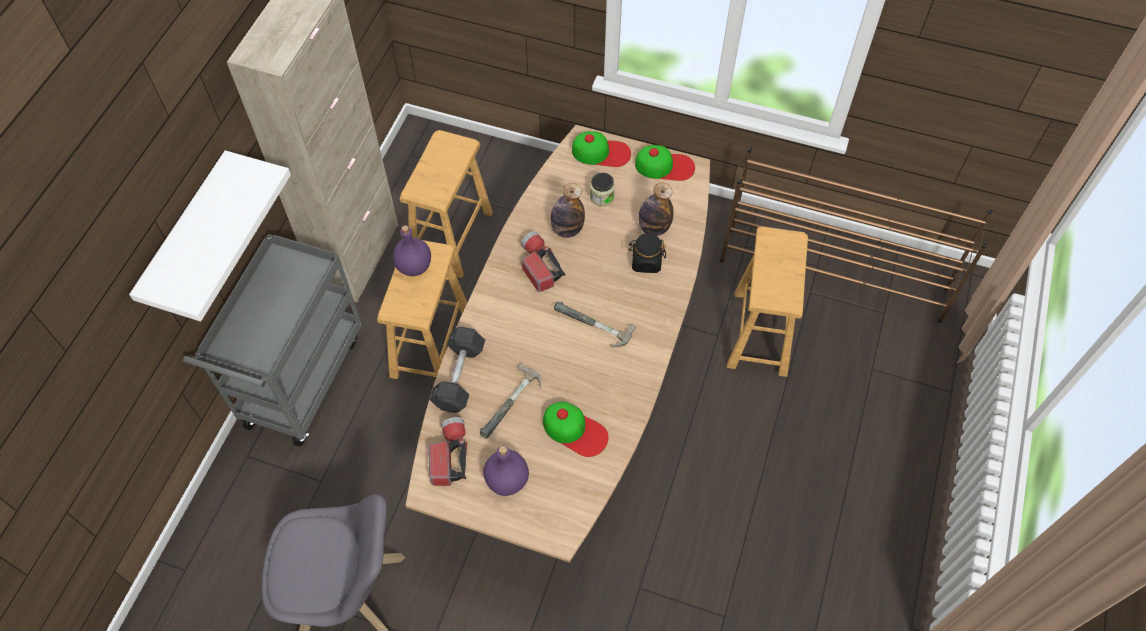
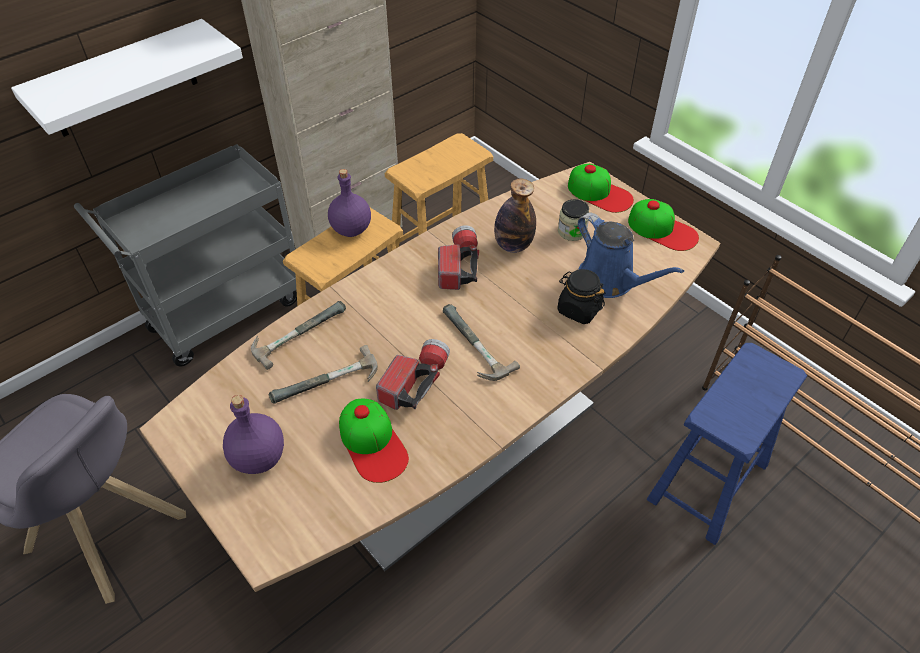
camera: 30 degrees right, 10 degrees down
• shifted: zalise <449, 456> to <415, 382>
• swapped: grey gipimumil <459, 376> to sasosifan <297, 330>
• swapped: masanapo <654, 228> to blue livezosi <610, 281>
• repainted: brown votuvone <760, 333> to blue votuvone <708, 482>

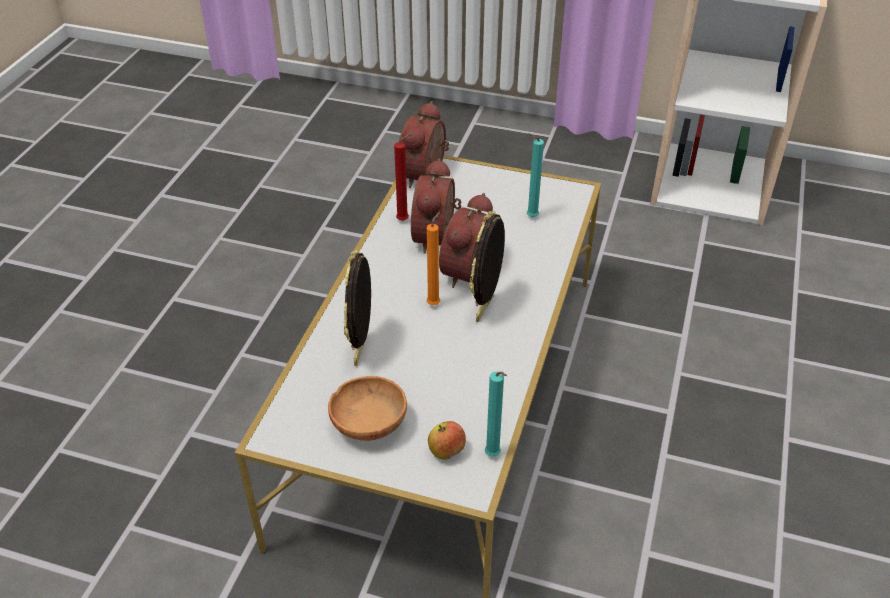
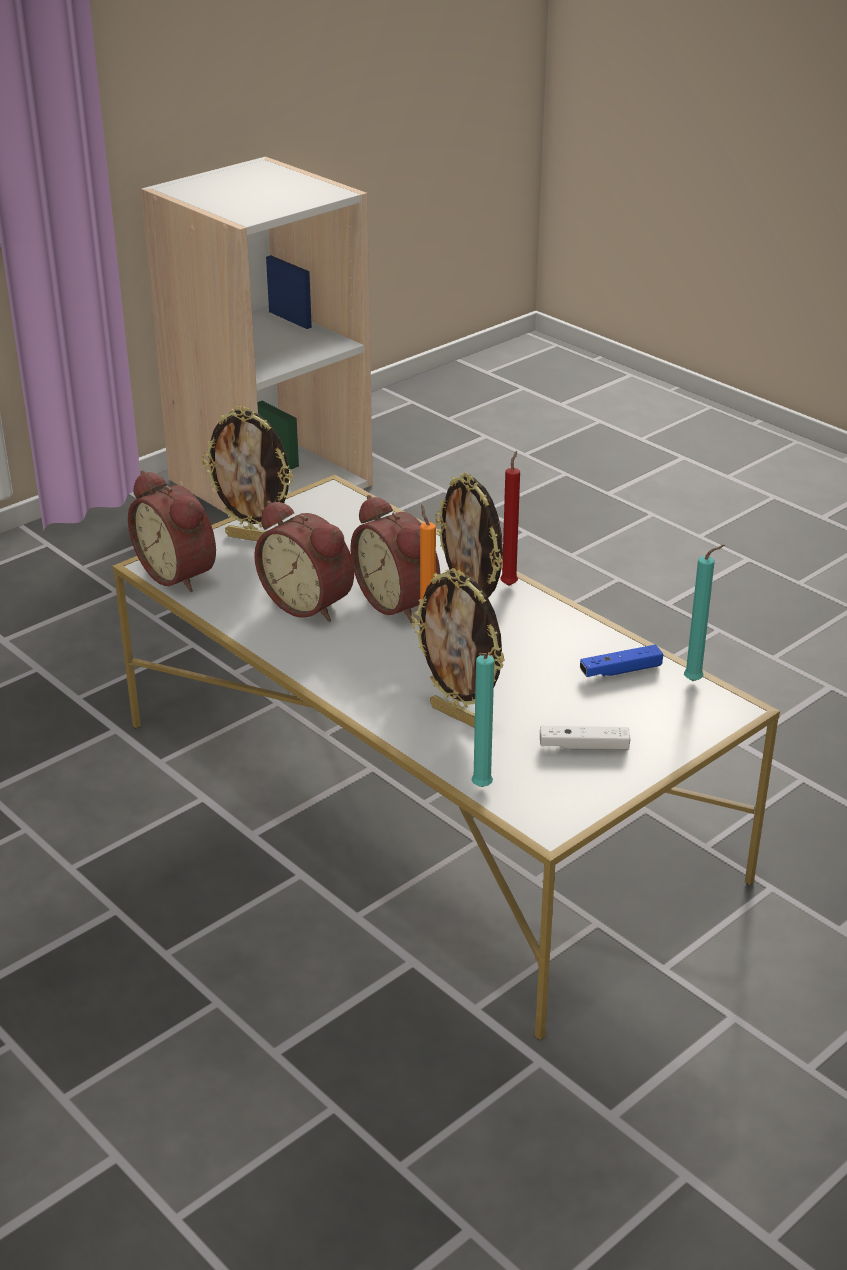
camera: 60 degrees left, 10 degrees down
• gone: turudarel <446, 451>
• new: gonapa <253, 538>
• new: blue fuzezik <620, 670>
• shifted: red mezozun <404, 220> to <509, 584>
• shifted: turquoise mezozun <530, 217> to <480, 789>
• swapped: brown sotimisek <369, 423> to white fuzezik <584, 747>

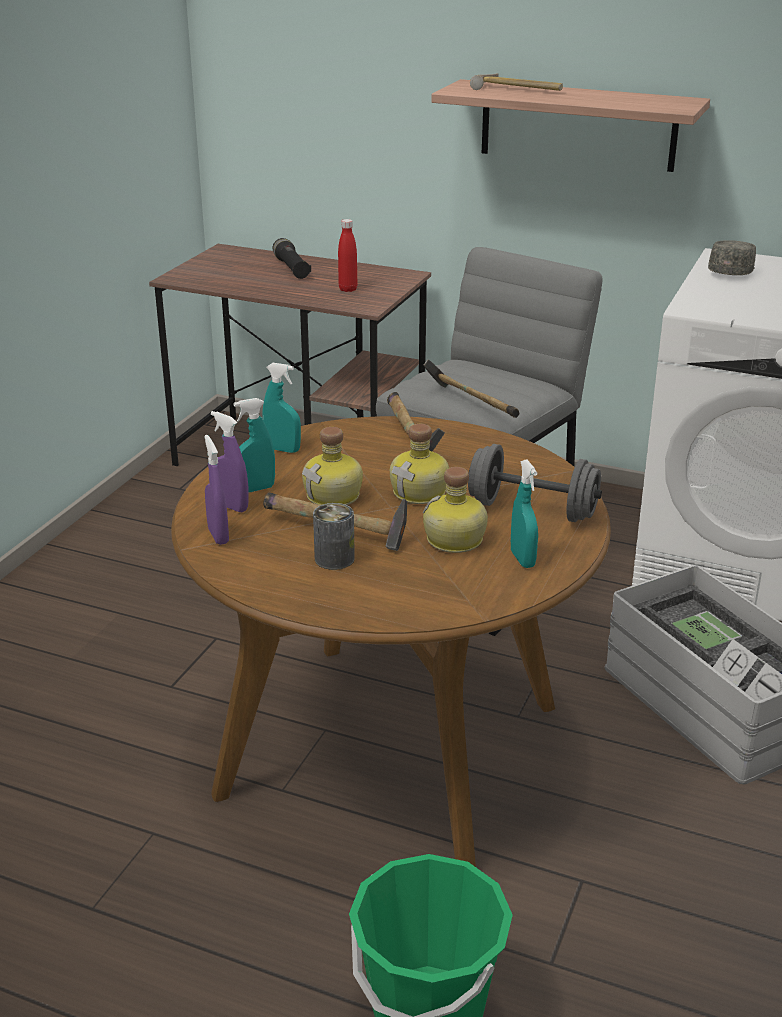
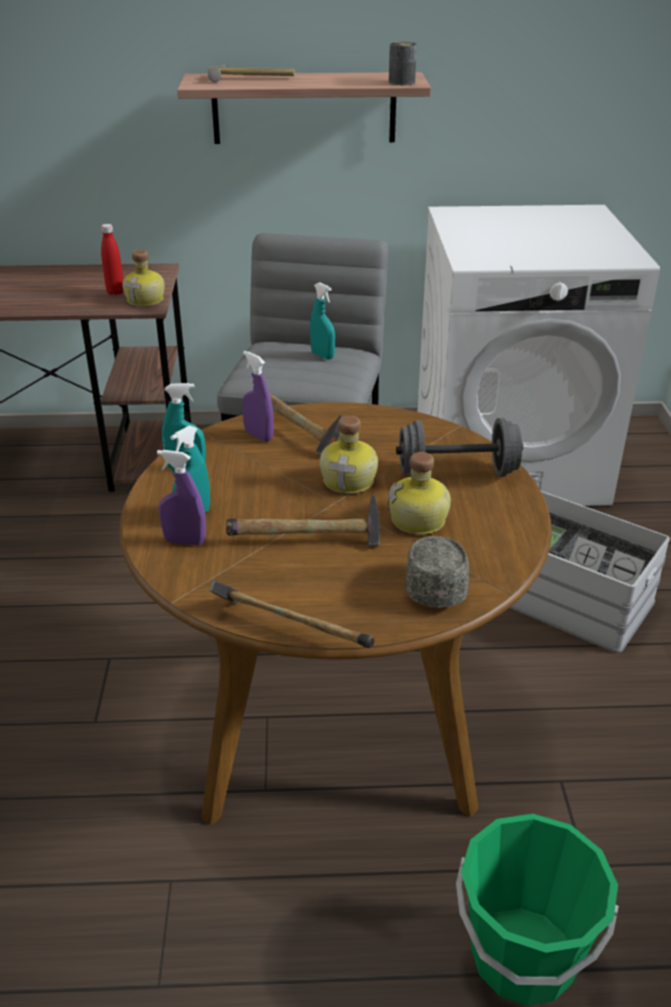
camera: 25 degrees left, 5 degrees up
• gone: black zalise <291, 268>
• shifted: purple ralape <218, 536> to <258, 436>
• shifted: masanapo <335, 496> to <146, 300>
• shifted: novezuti <334, 559> to <401, 82>
• shifted: sasosifan <470, 404> to <288, 629>
• shifted: turquoise ralape <522, 559> to <322, 355>
• shifted: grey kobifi <732, 271> to <435, 583>

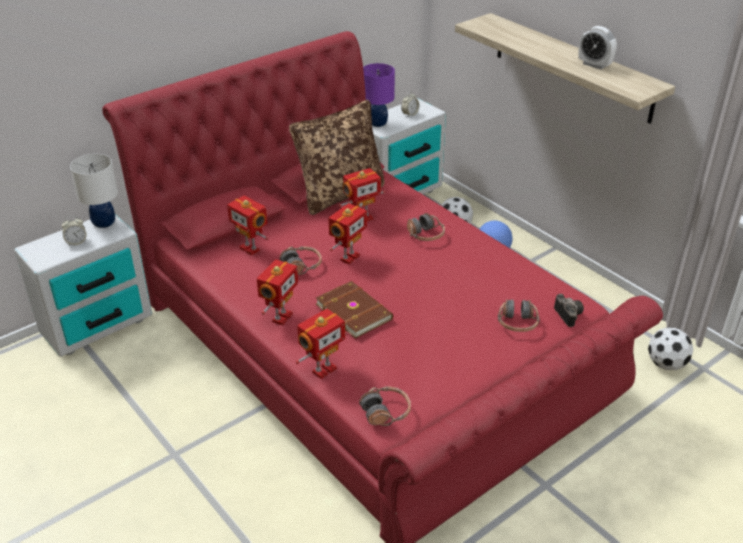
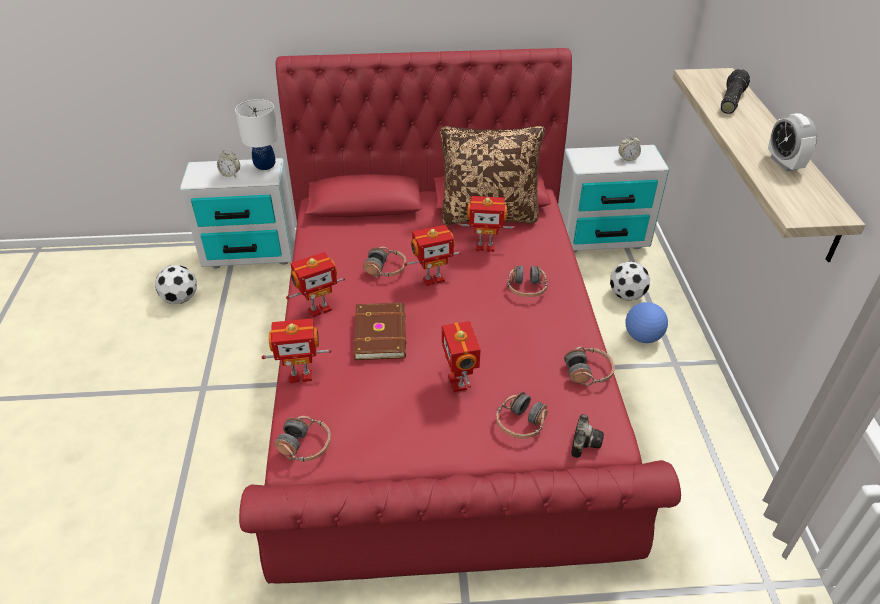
camera: 35 degrees right, 5 degrees up
• gone: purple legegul <377, 123>
• new: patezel <588, 372>
• new: zalise <730, 100>
• shifted: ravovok <250, 248> to <459, 382>
• shifted: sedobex <666, 364> to <180, 299>

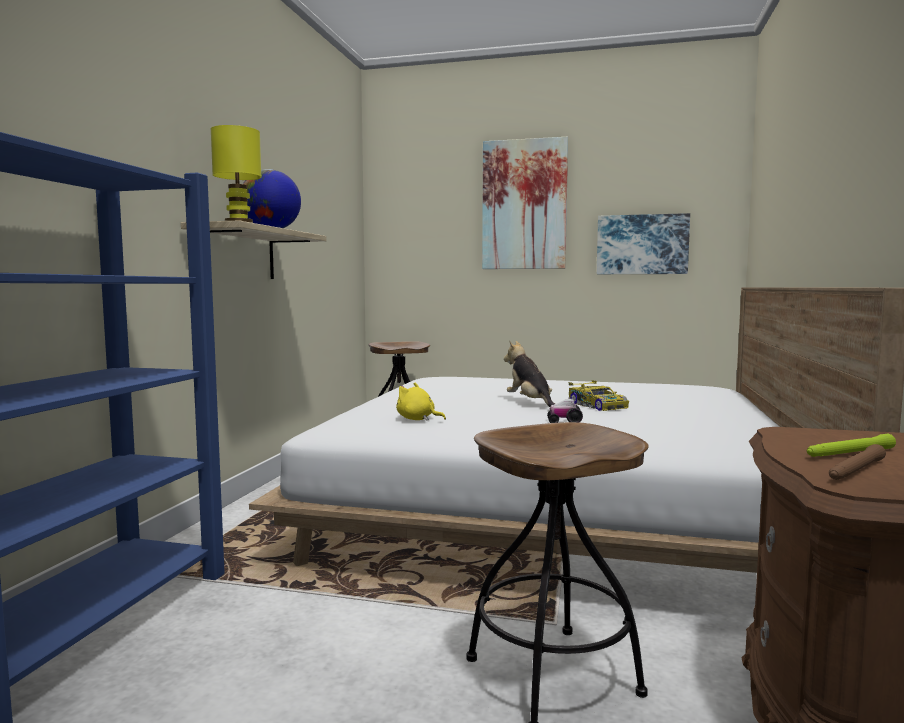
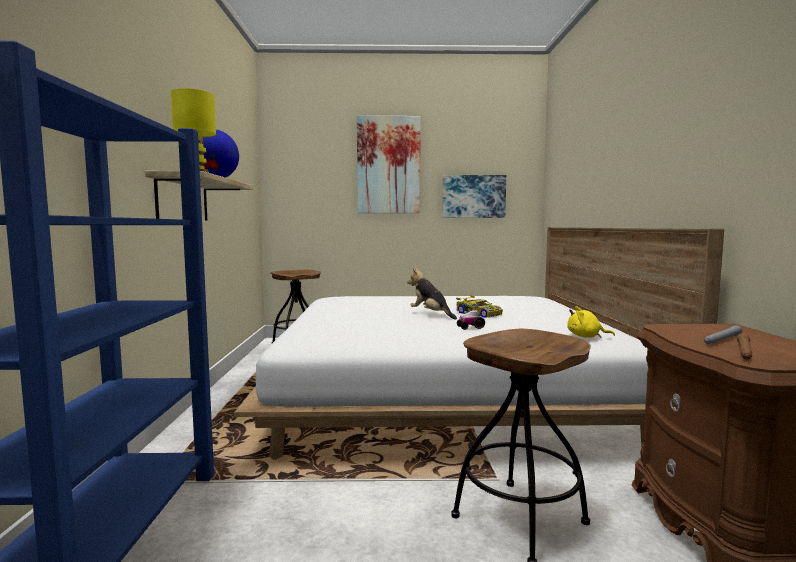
camera: 15 degrees left, 0 degrees up
• shifted: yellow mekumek <417, 419> to <586, 337>
• repainted: green zalise <849, 453> to grey zalise <721, 340>

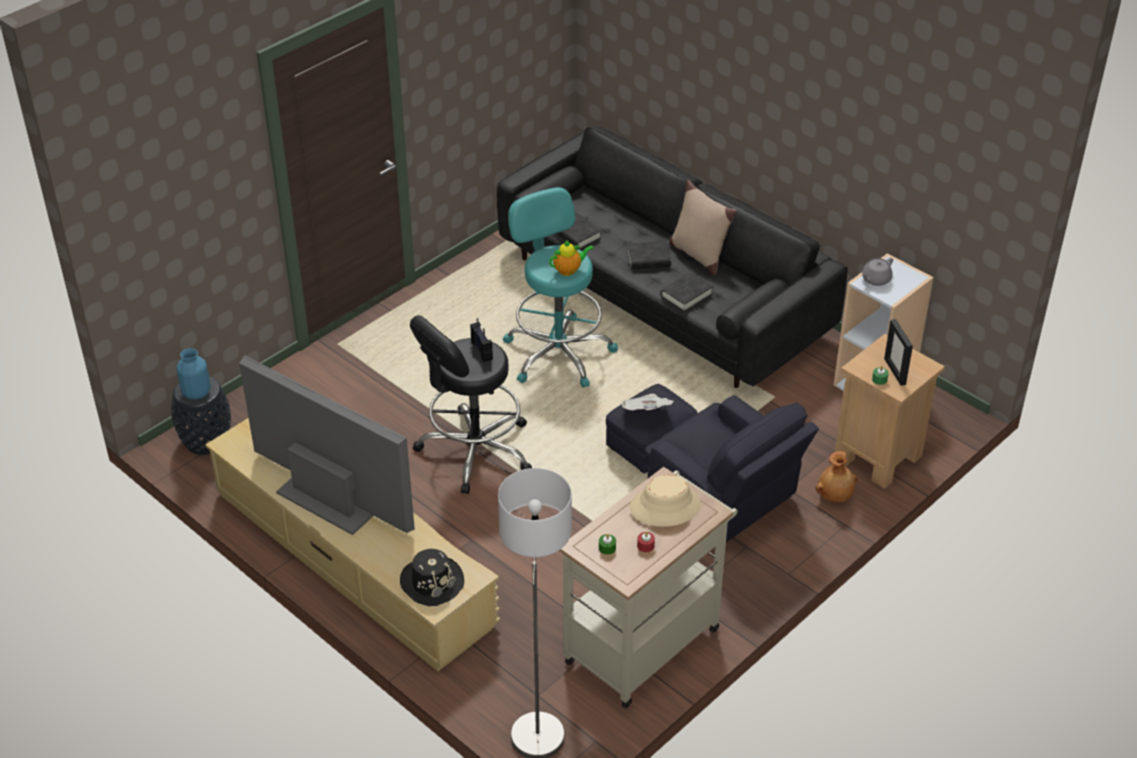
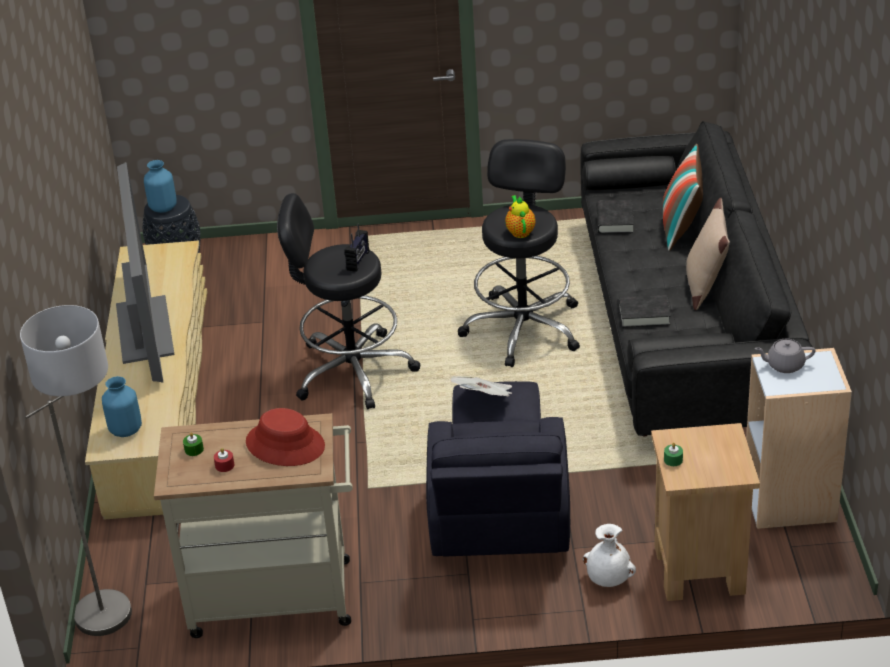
camera: 45 degrees right, 5 degrees down
• gone: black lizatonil <648, 259>
• gone: gonapa <895, 371>
• new: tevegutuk <681, 228>
• swapped: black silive <431, 582> to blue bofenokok <126, 430>
• repainted: turquoise votuvone <558, 352> to black votuvone <524, 327>
• repainted: beige silive <665, 506> to red silive <285, 444>
• repainted: brown bofenokok <835, 496> to white bofenokok <608, 580>
• rotated: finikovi <569, 270> = <520, 231> 120 degrees counterclockwise

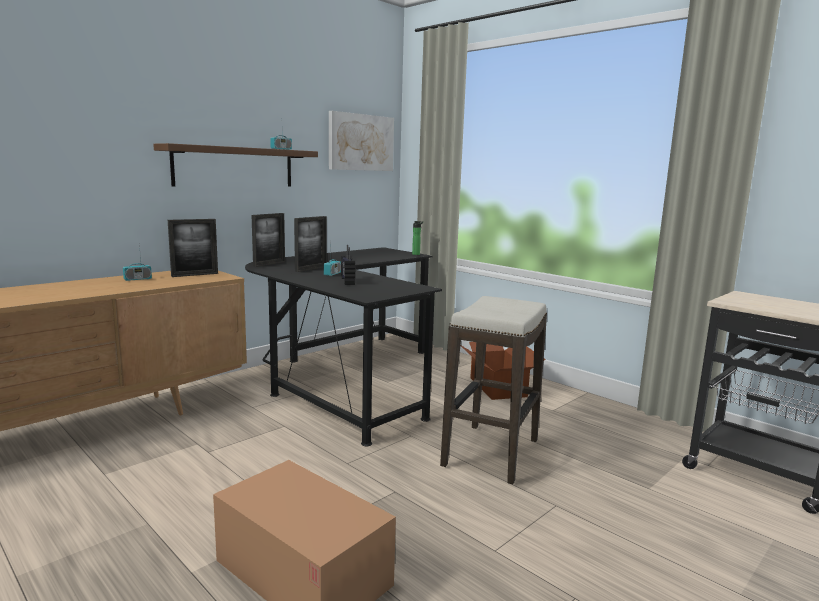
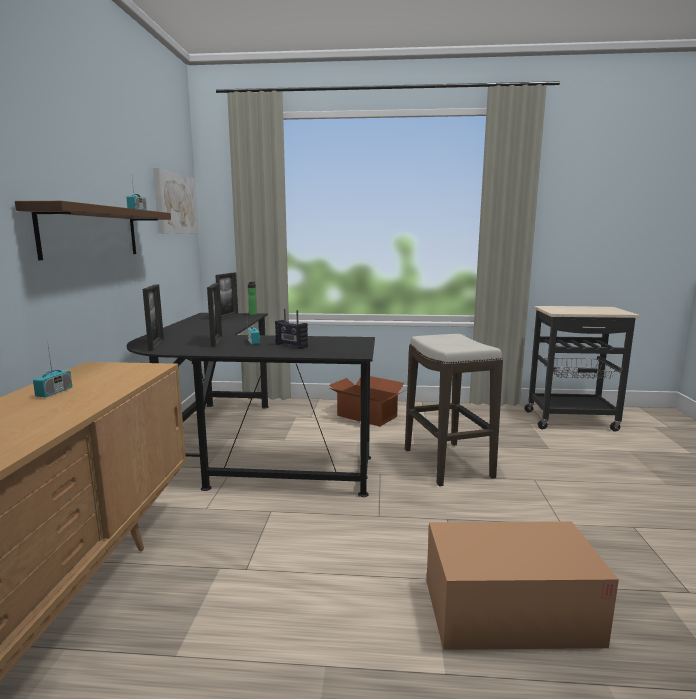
camera: 40 degrees left, 0 degrees up
• shifted: gonapa <195, 275> to <228, 317>

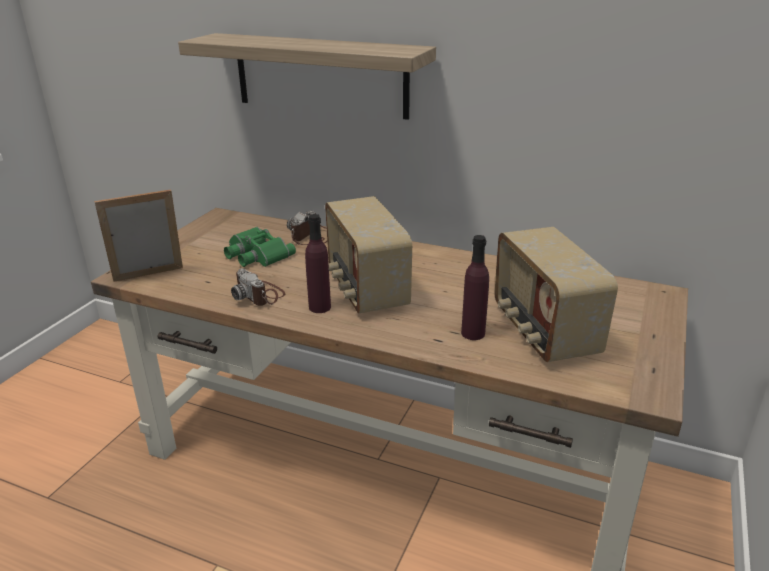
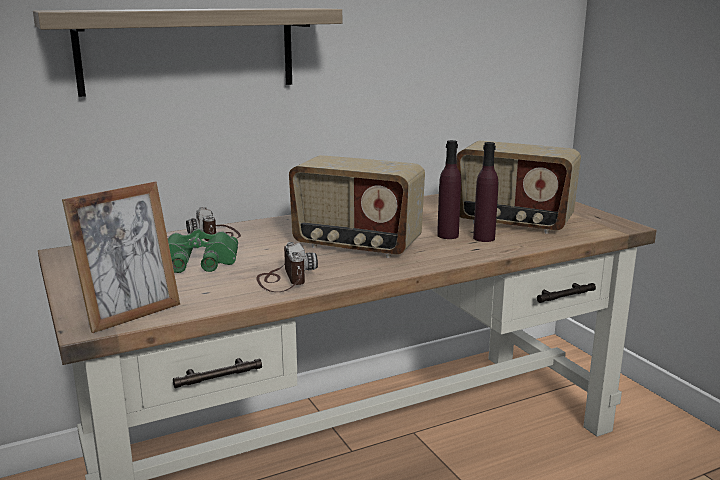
camera: 50 degrees left, 10 degrees down
• shifted: purple masanapo <319, 307> to <447, 235>
• rotated: gonapa <149, 278> = <131, 314> 150 degrees counterclockwise
• rotated: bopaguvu <260, 295> = <283, 280> 105 degrees counterclockwise

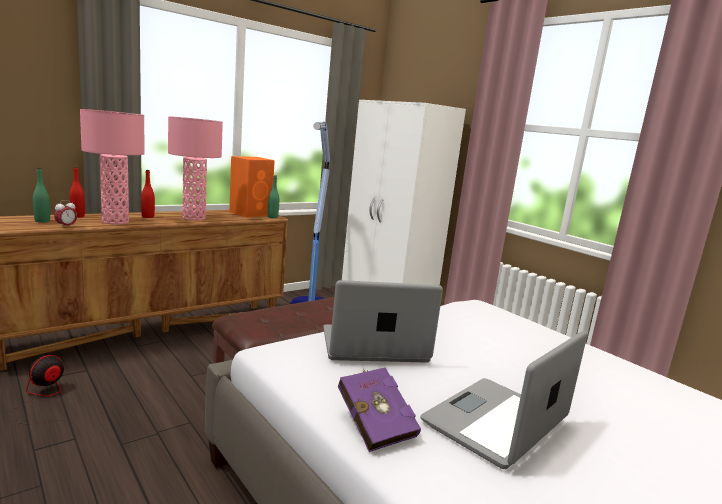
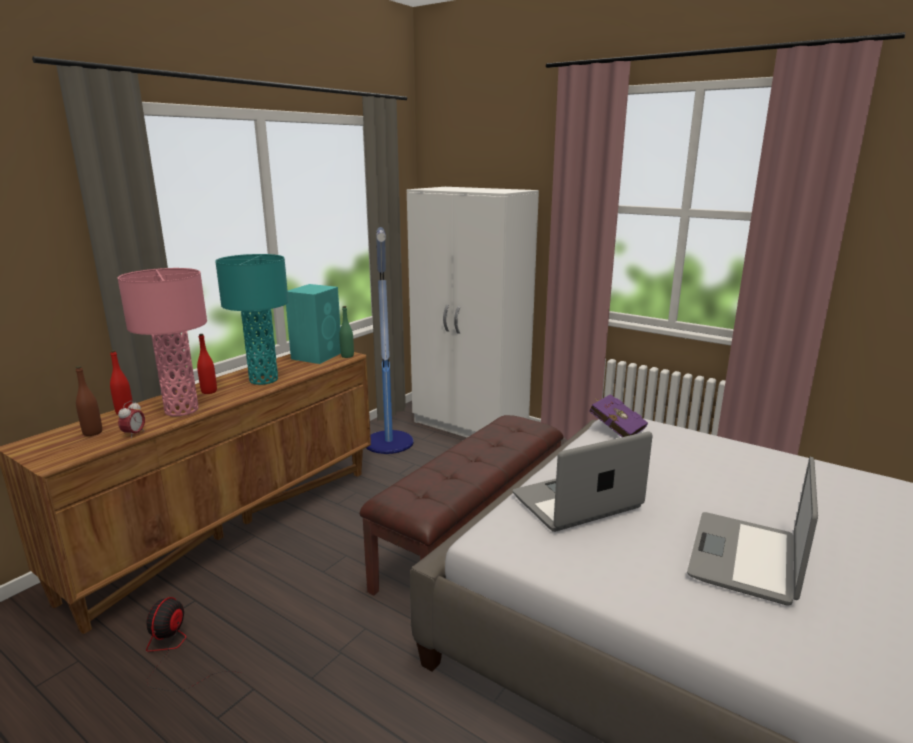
camera: 15 degrees left, 5 degrees up
• shifted: purple lizatonil <374, 424> to <615, 428>
• repainted: green masanapo <42, 221> to brown masanapo <92, 432>
• repainted: pink legegul <193, 218> to turquoise legegul <263, 380>
• repainted: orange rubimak <251, 213> to turquoise rubimak <317, 355>

